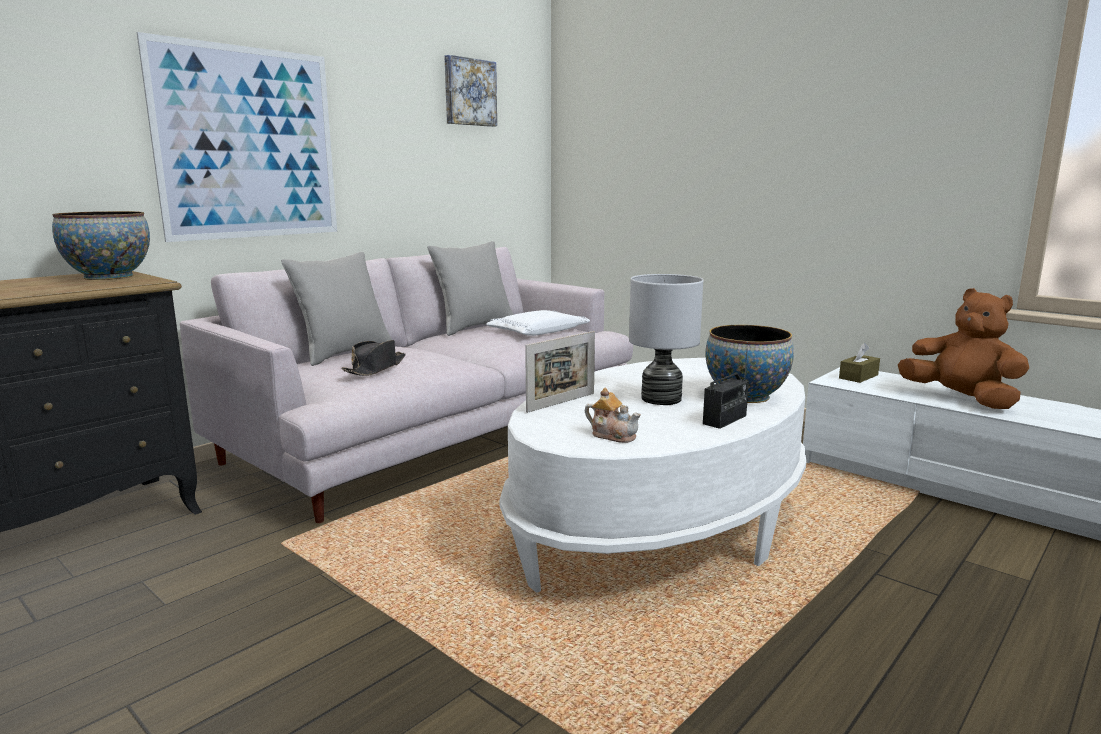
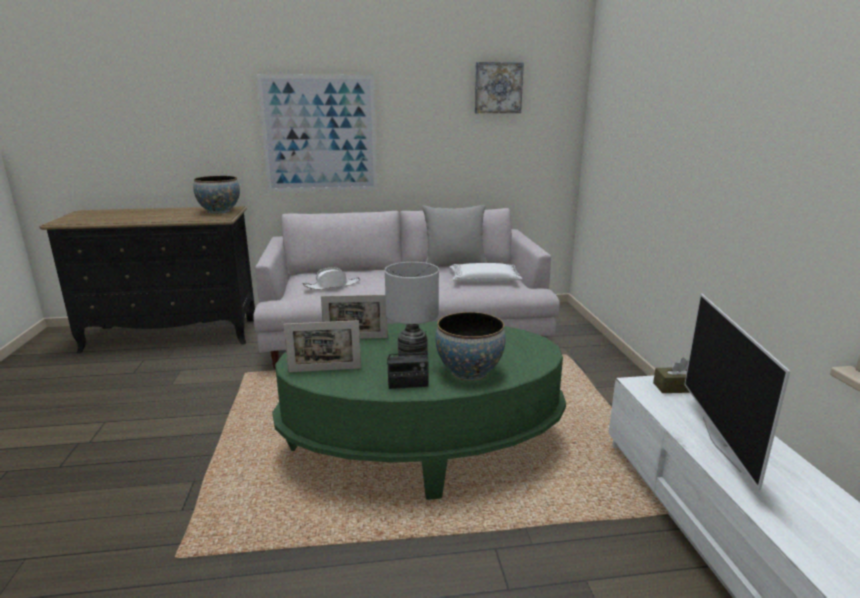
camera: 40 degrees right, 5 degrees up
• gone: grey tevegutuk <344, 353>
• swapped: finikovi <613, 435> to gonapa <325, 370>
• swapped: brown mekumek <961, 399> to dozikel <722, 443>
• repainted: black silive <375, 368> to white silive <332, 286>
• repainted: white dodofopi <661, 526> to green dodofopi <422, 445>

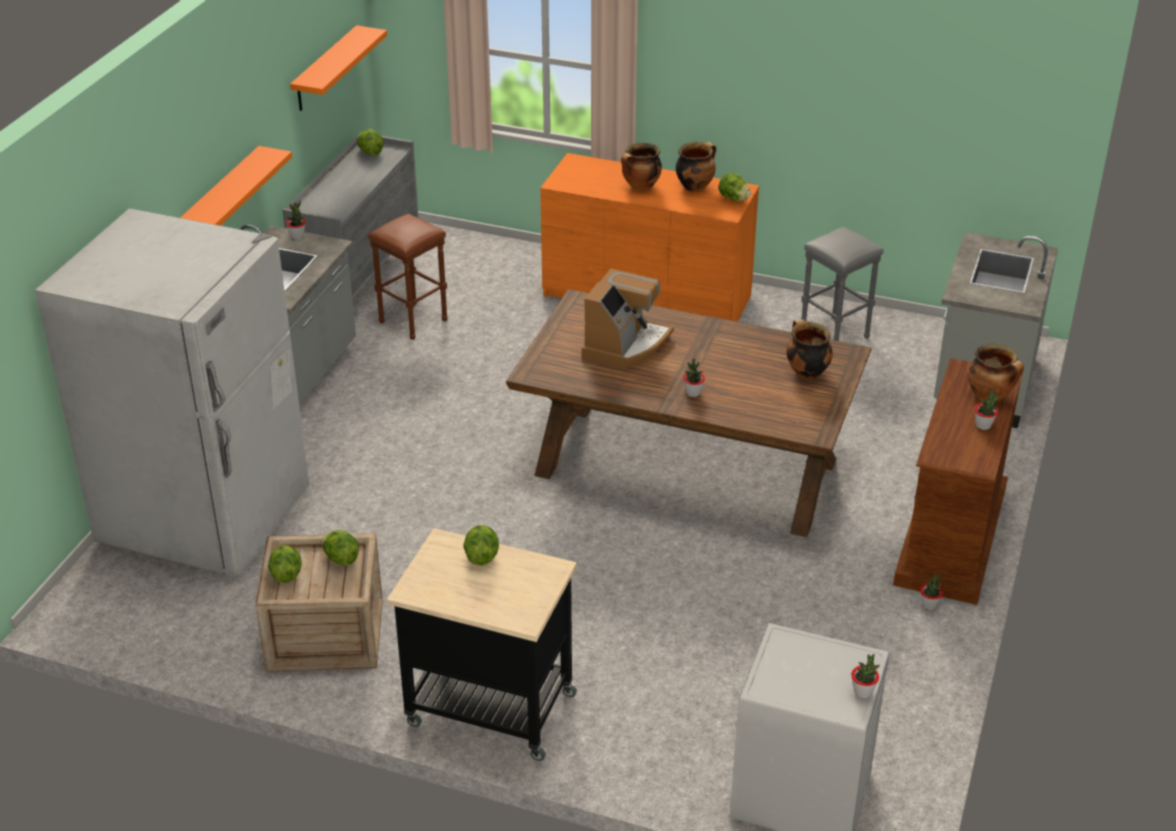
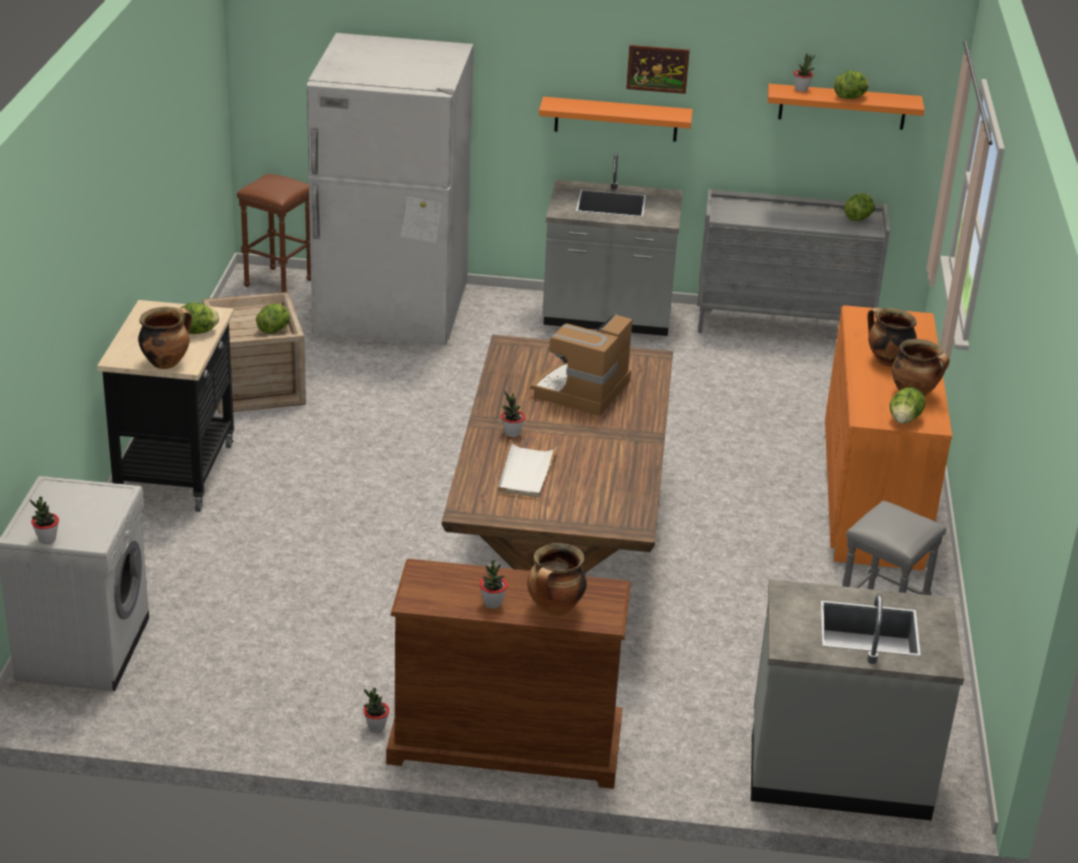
camera: 75 degrees right, 5 degrees down
• new: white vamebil <526, 473>
• new: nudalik <657, 69>
• shifted: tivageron <286, 574> to <850, 98>
• shifted: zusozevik <297, 236> to <801, 89>
• shifted: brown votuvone <413, 320> to <280, 282>
• shifted: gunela <806, 372> to <166, 362>
• rotated: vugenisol <626, 345> = <582, 390> 105 degrees clockwise

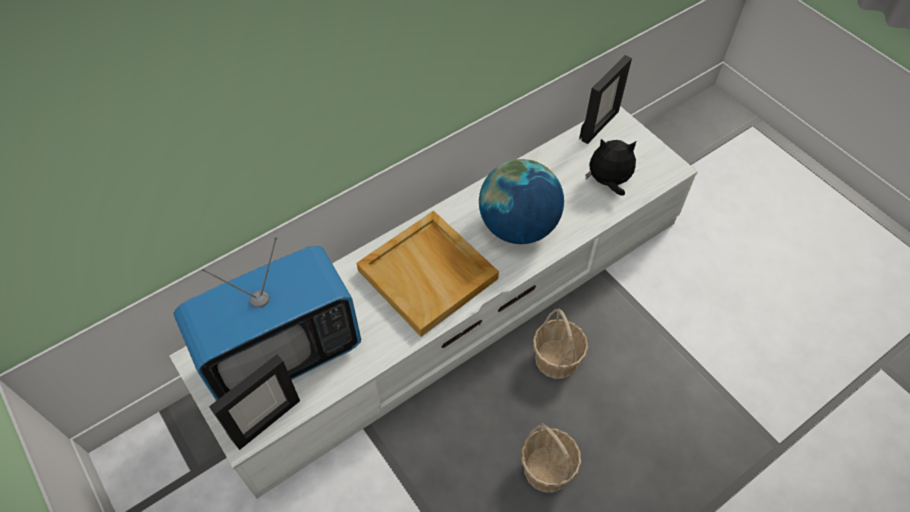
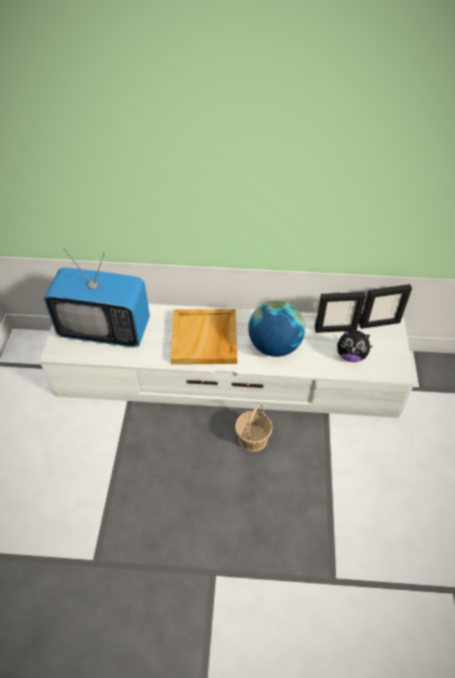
camera: 40 degrees right, 5 degrees down
• gone: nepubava <547, 468>
• shifted: gonapa <266, 420> to <335, 329>
• rotated: mekumek <608, 182> = <351, 355> 150 degrees clockwise

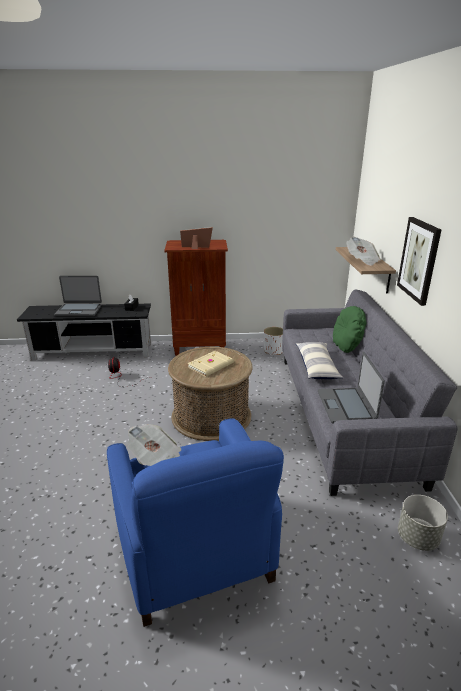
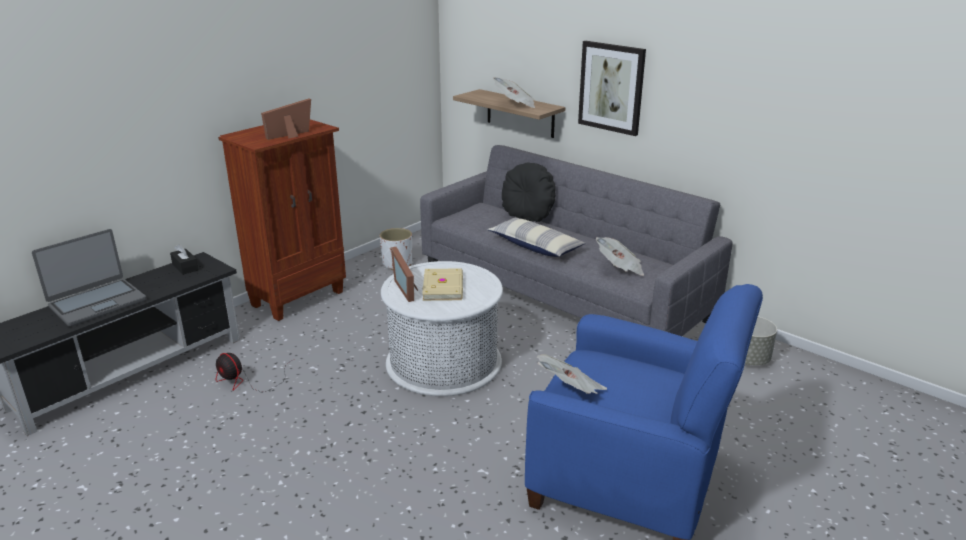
camera: 45 degrees left, 0 degrees up
• new: gonapa <408, 288>
• swapped: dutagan <346, 406> to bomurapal <620, 268>
• repainted: brown dodofopi <211, 416> to white dodofopi <444, 362>
• repainted: green tevegutuk <346, 347> to black tevegutuk <527, 217>

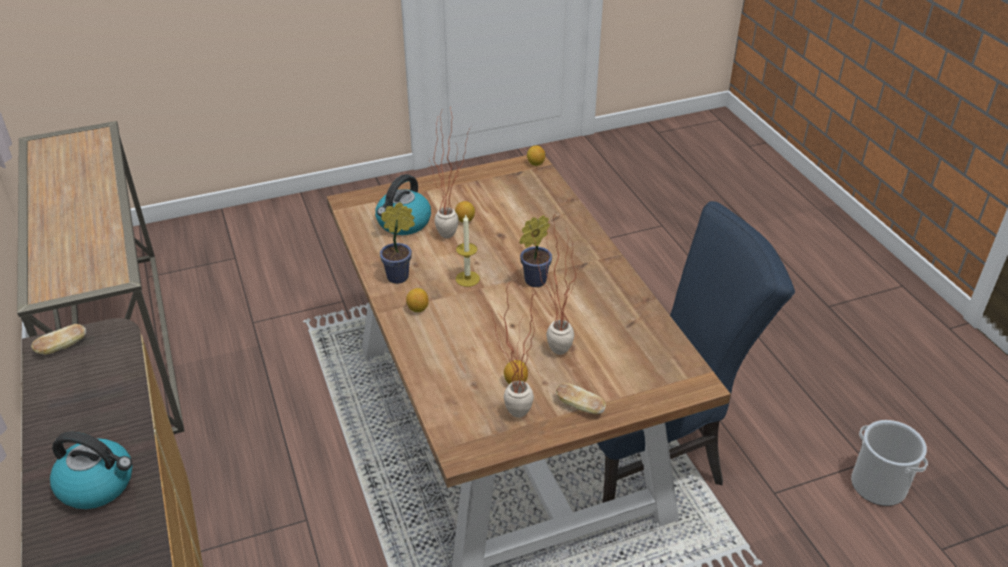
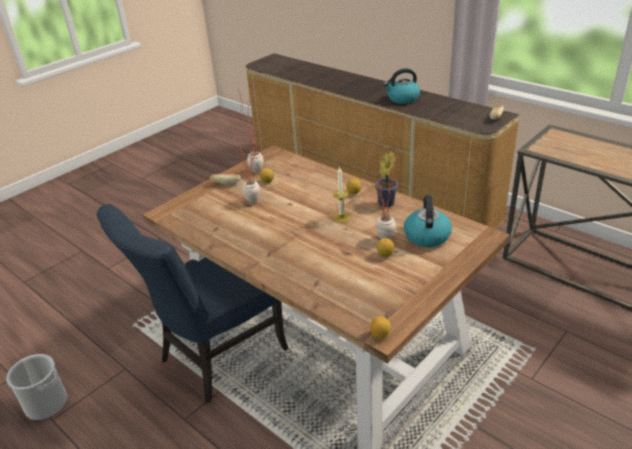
camera: 155 degrees right, 5 degrees down
• gone: zusozevik <532, 281>

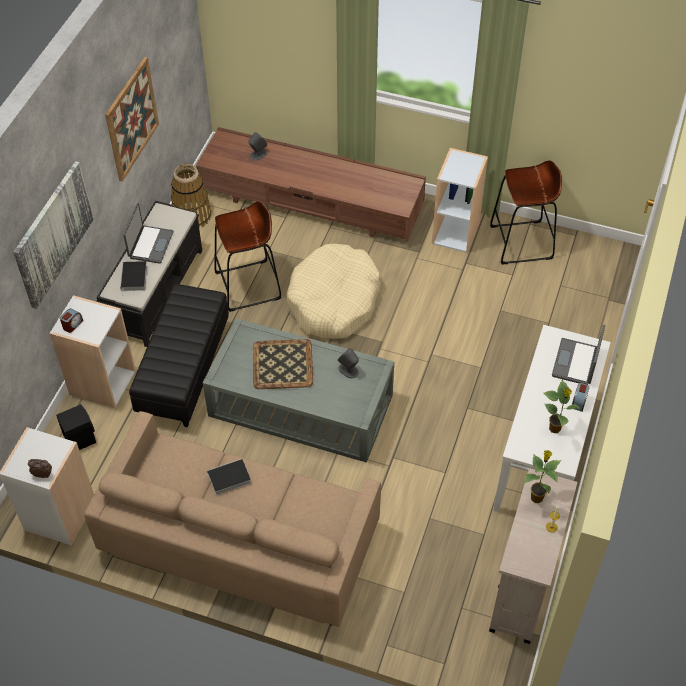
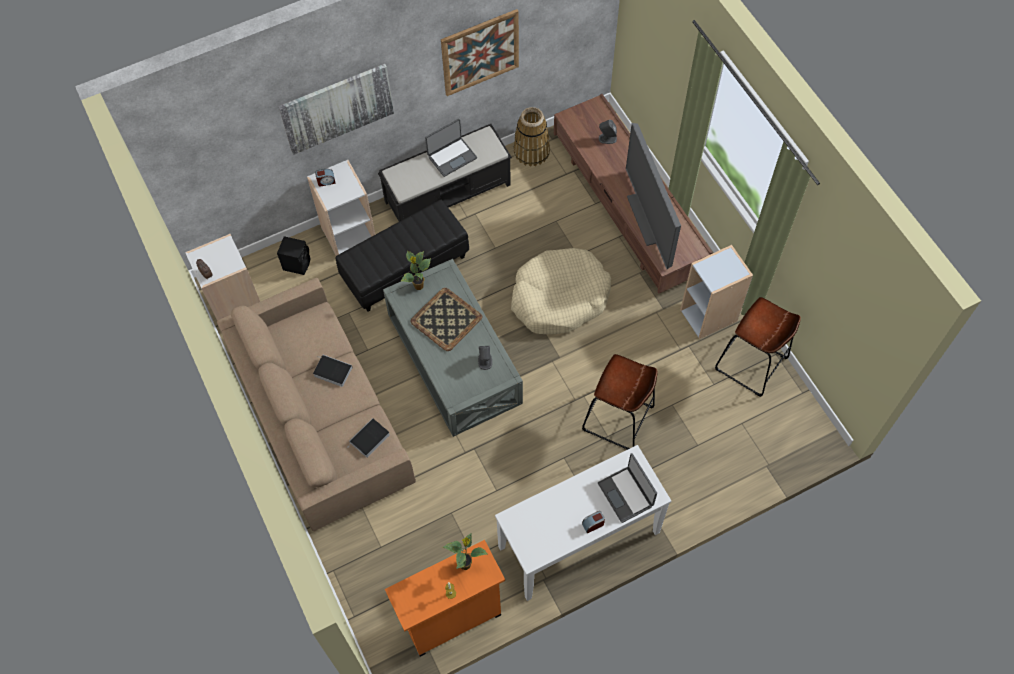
camera: 45 degrees right, 10 degrees up
• new: dozikel <651, 218>
• shifted: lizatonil <134, 279> to <369, 440>
• shifted: brown votuvone <248, 286> to <618, 419>
• shifted: zusozevik <555, 429> to <418, 286>
• repainted: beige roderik <522, 595> to orange roderik <452, 620>
• rotated: dutagan <576, 363> = <626, 494> 90 degrees counterclockwise

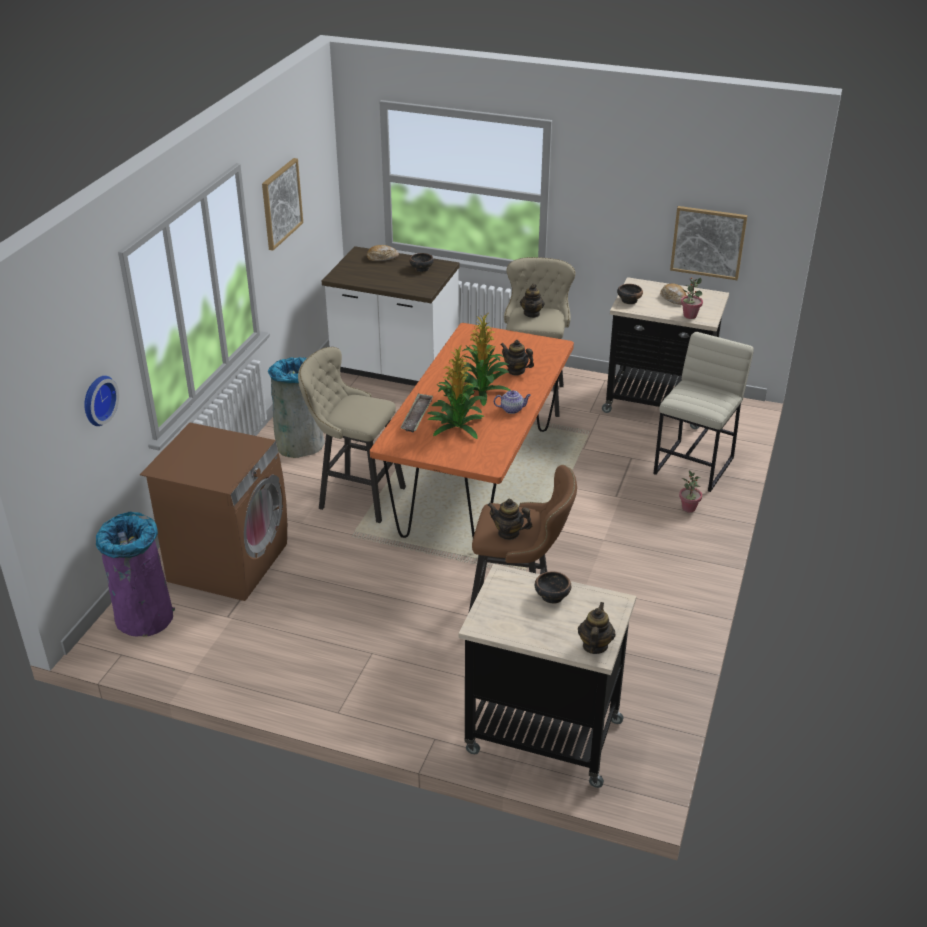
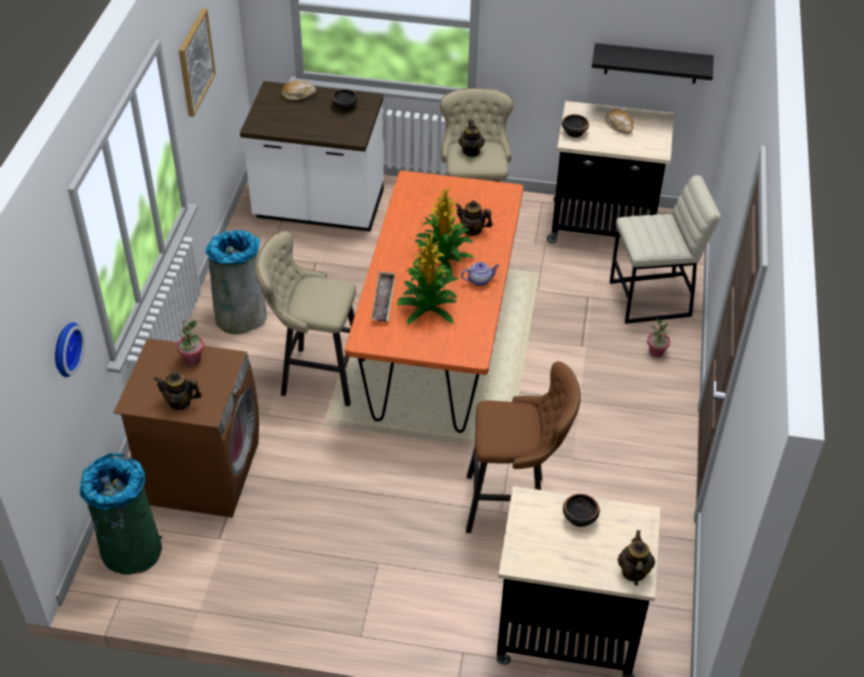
camera: 10 degrees left, 10 degrees up
• shifted: finikovi <508, 533> to <180, 402>
• shifted: zusozevik <689, 315> to <192, 359>
• swapped: nudalik <708, 242> to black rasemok <651, 63>
• repainted: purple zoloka <143, 616> to green zoloka <130, 549>
• rotated: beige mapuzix <694, 464> = <652, 298> 60 degrees clockwise

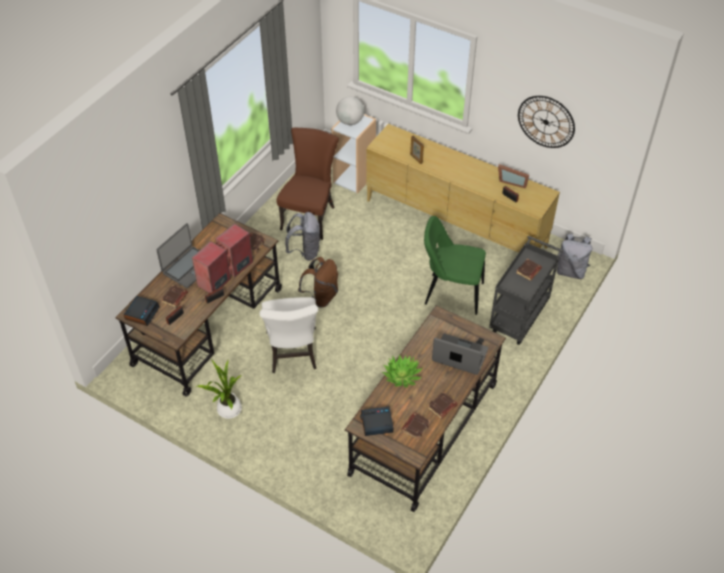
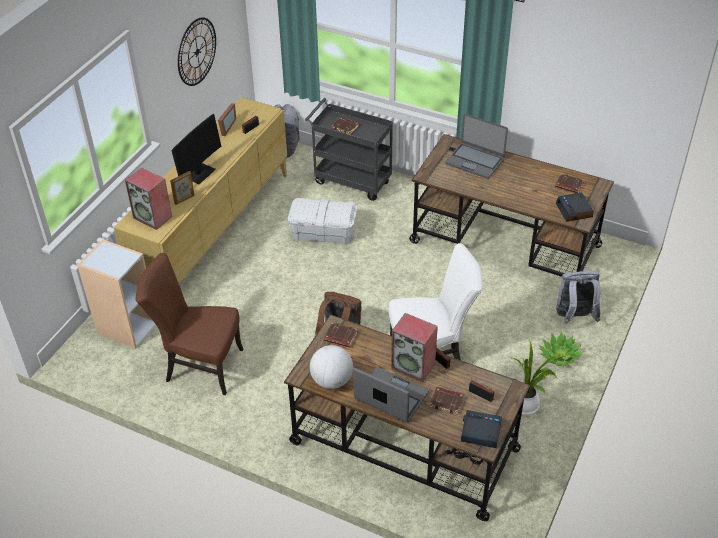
camera: 95 degrees left, 5 degrees down
• gone: brown lizatonil <442, 407>
• new: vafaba <199, 173>
• shifted: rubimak <236, 265> to <153, 217>
• shifted: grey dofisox <305, 251> to <574, 317>
• shifted: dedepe <350, 121> to <332, 380>
• shifted: zusozevik <402, 376> to <559, 356>
• swapped: green mapuzix <450, 293> to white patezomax <323, 232>
• rotated: dutagan <459, 356> = <475, 161> 75 degrees counterclockwise

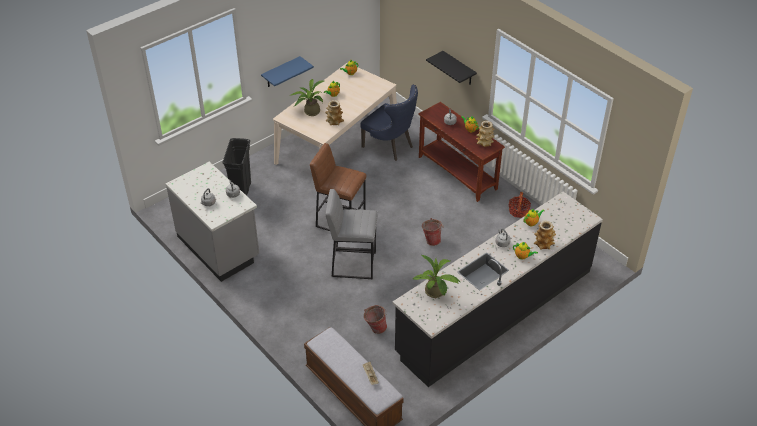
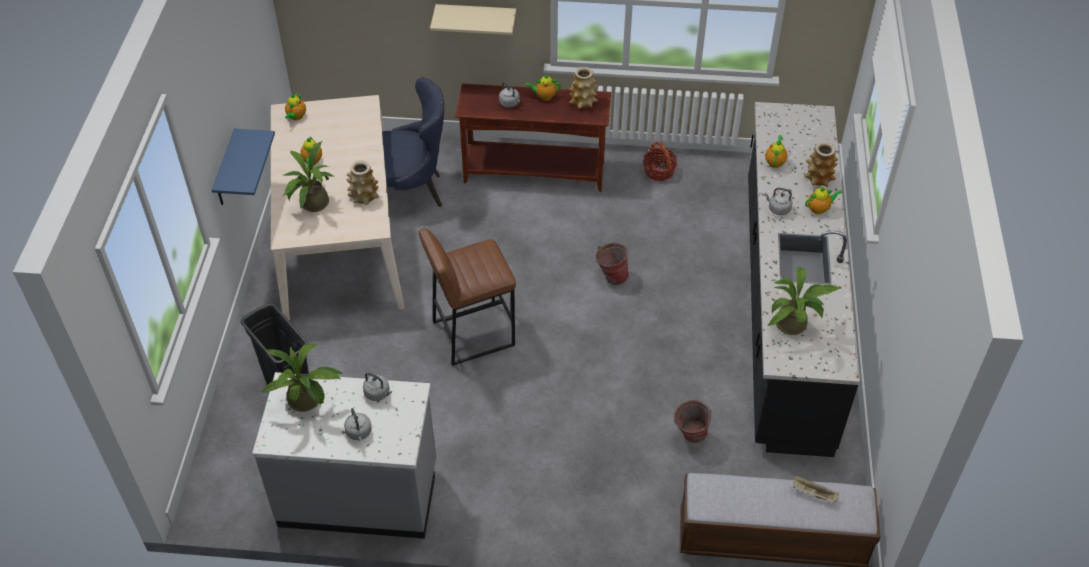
camera: 45 degrees left, 5 degrees up
• gone: grey votuvone <353, 264>
• new: zusozevik <308, 401>
• repainted: black rasemok <459, 69> to beige rasemok <476, 18>

